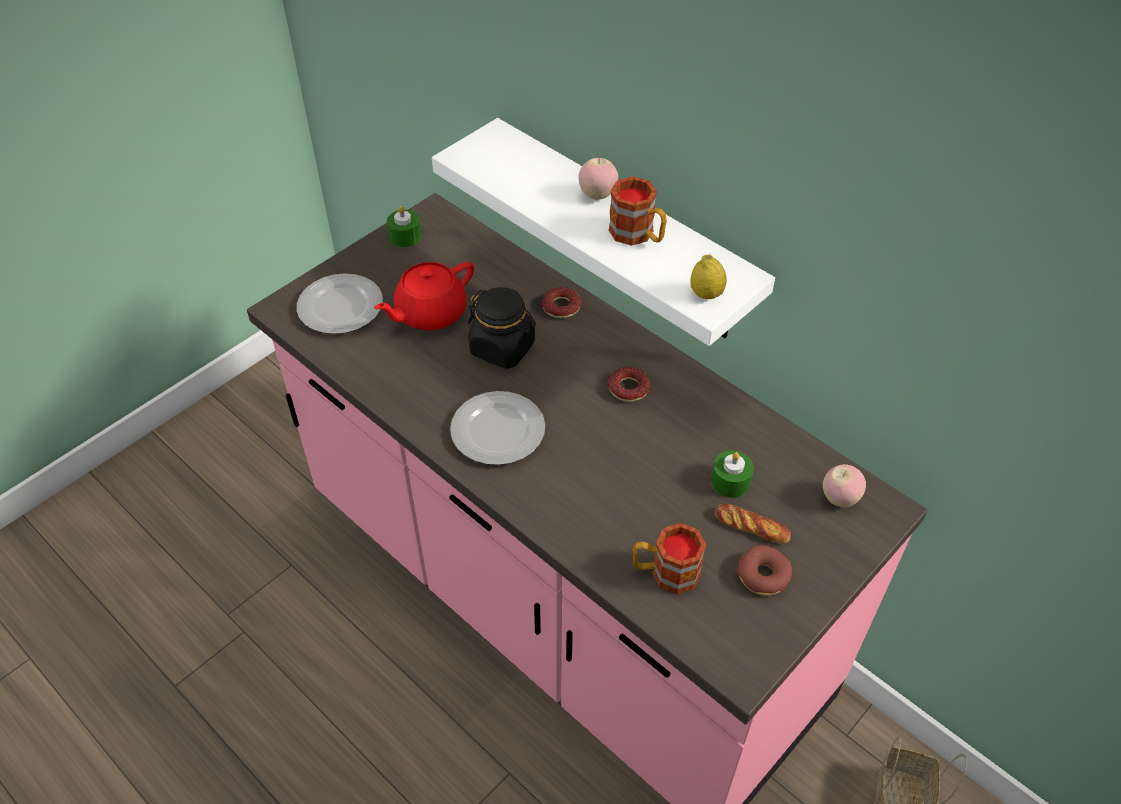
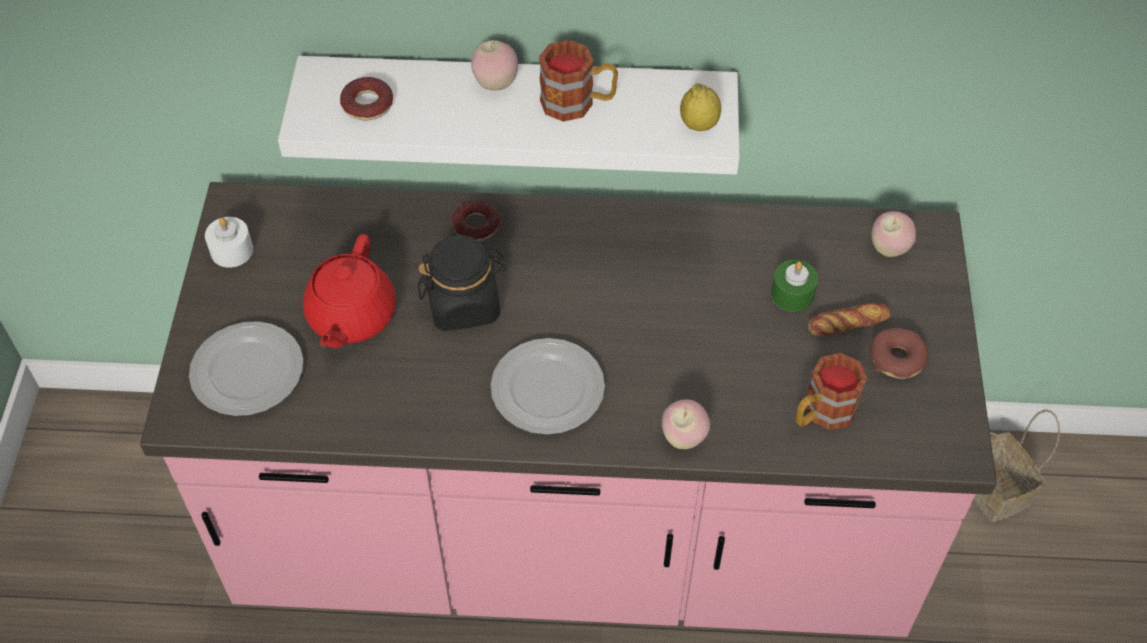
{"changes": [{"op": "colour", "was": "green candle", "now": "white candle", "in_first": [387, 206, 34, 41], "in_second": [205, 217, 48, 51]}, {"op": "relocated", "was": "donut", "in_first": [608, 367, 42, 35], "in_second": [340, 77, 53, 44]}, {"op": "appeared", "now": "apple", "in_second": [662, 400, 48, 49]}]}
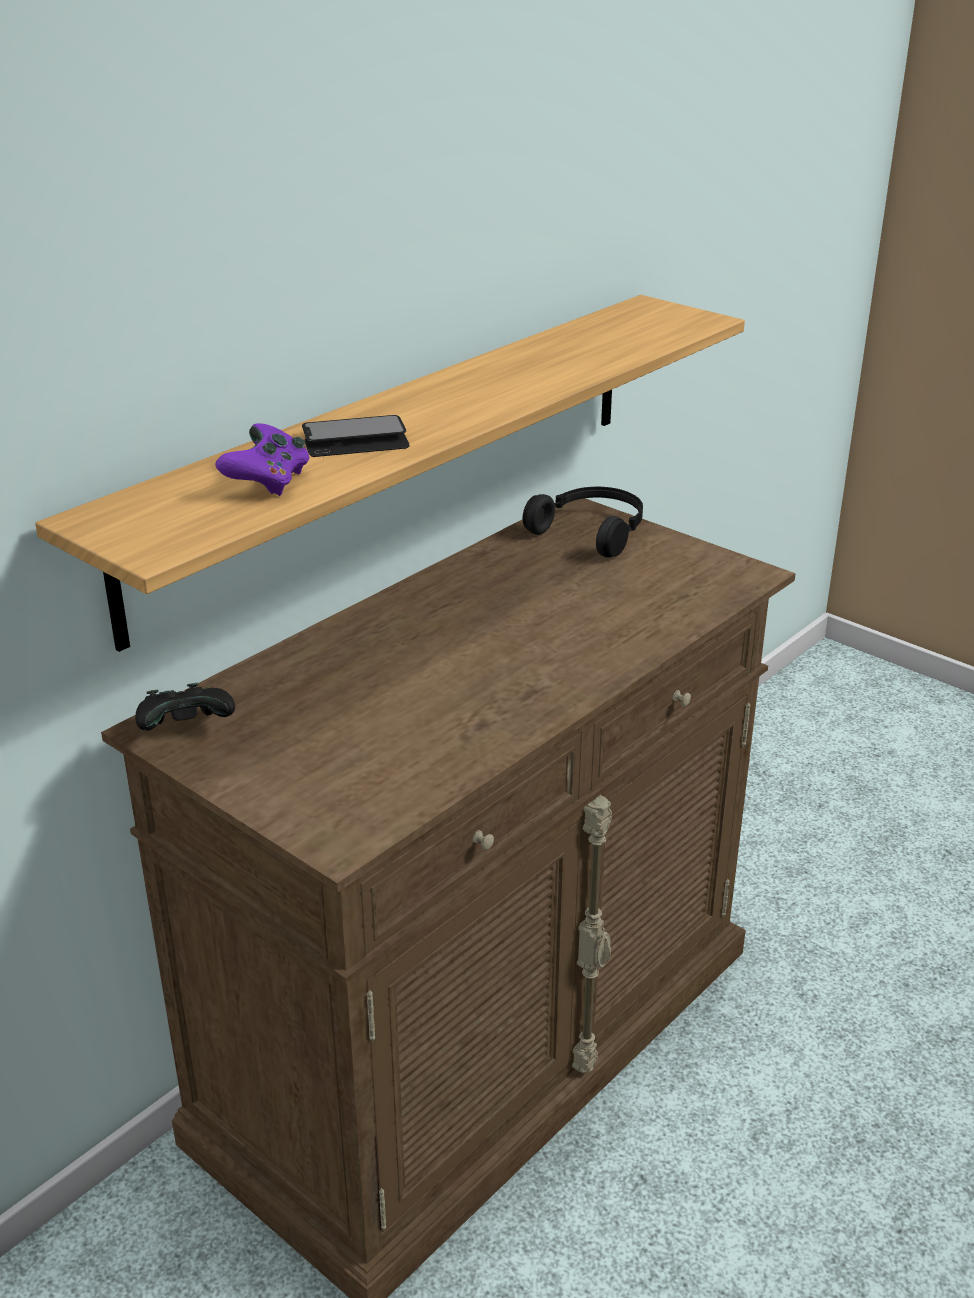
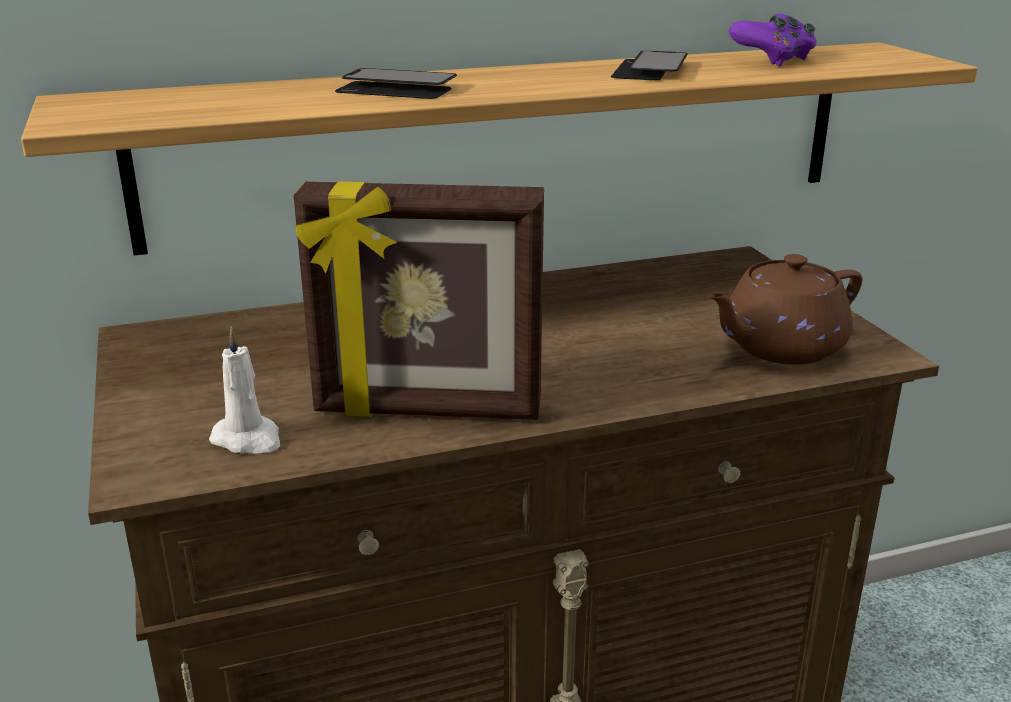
{"changes": [{"op": "relocated", "was": "purple game controller", "in_first": [215, 423, 94, 73], "in_second": [729, 13, 88, 53]}, {"op": "missing", "was": "black headphones", "in_first": [523, 487, 120, 70]}, {"op": "missing", "was": "black game controller", "in_first": [135, 683, 100, 48]}, {"op": "appeared", "now": "phone", "in_second": [611, 51, 77, 29]}, {"op": "appeared", "now": "picture frame", "in_second": [294, 182, 250, 238]}, {"op": "appeared", "now": "brown teapot", "in_second": [707, 254, 155, 111]}, {"op": "appeared", "now": "white candle", "in_second": [209, 326, 71, 128]}]}
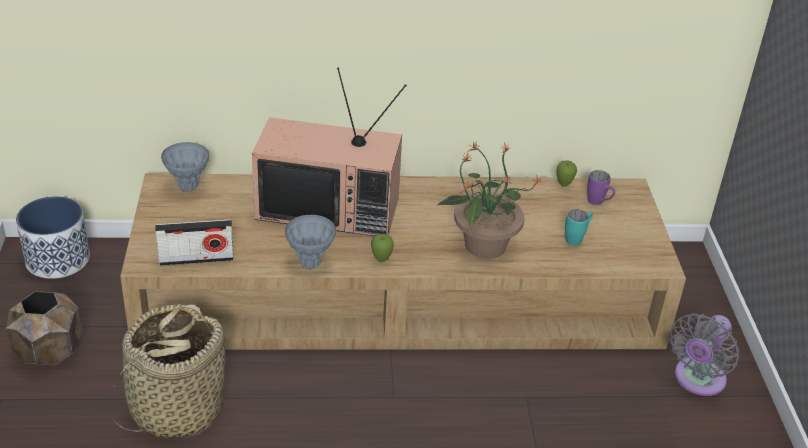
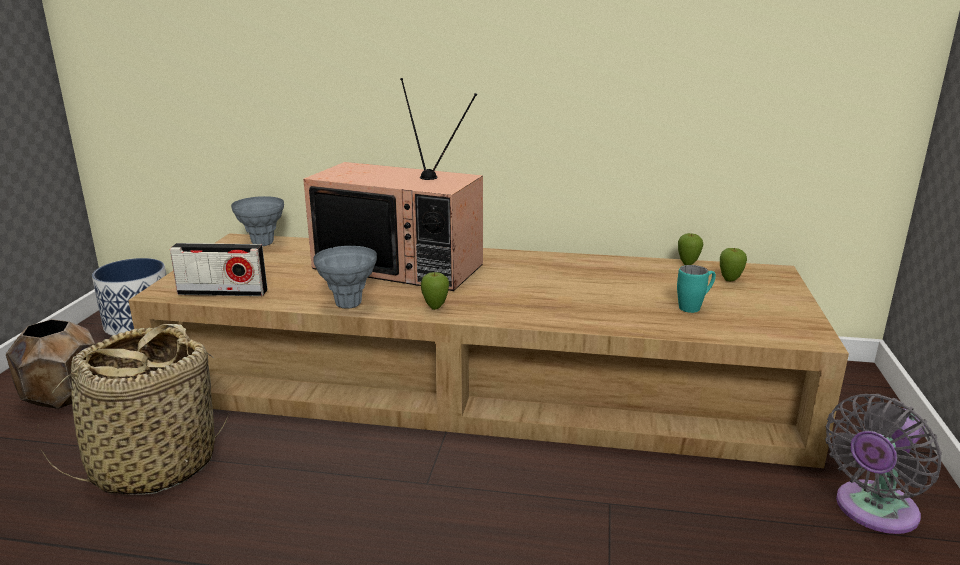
{"changes": [{"op": "missing", "was": "potted plant", "in_first": [438, 142, 106, 117]}, {"op": "exchanged", "was": "purple mug", "now": "apple", "in_first": [587, 170, 28, 35], "in_second": [720, 248, 27, 33]}]}
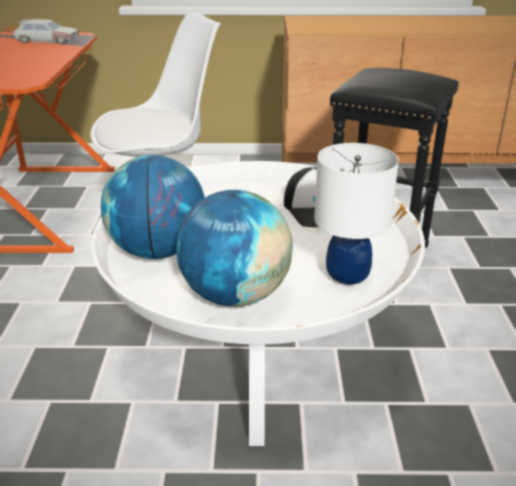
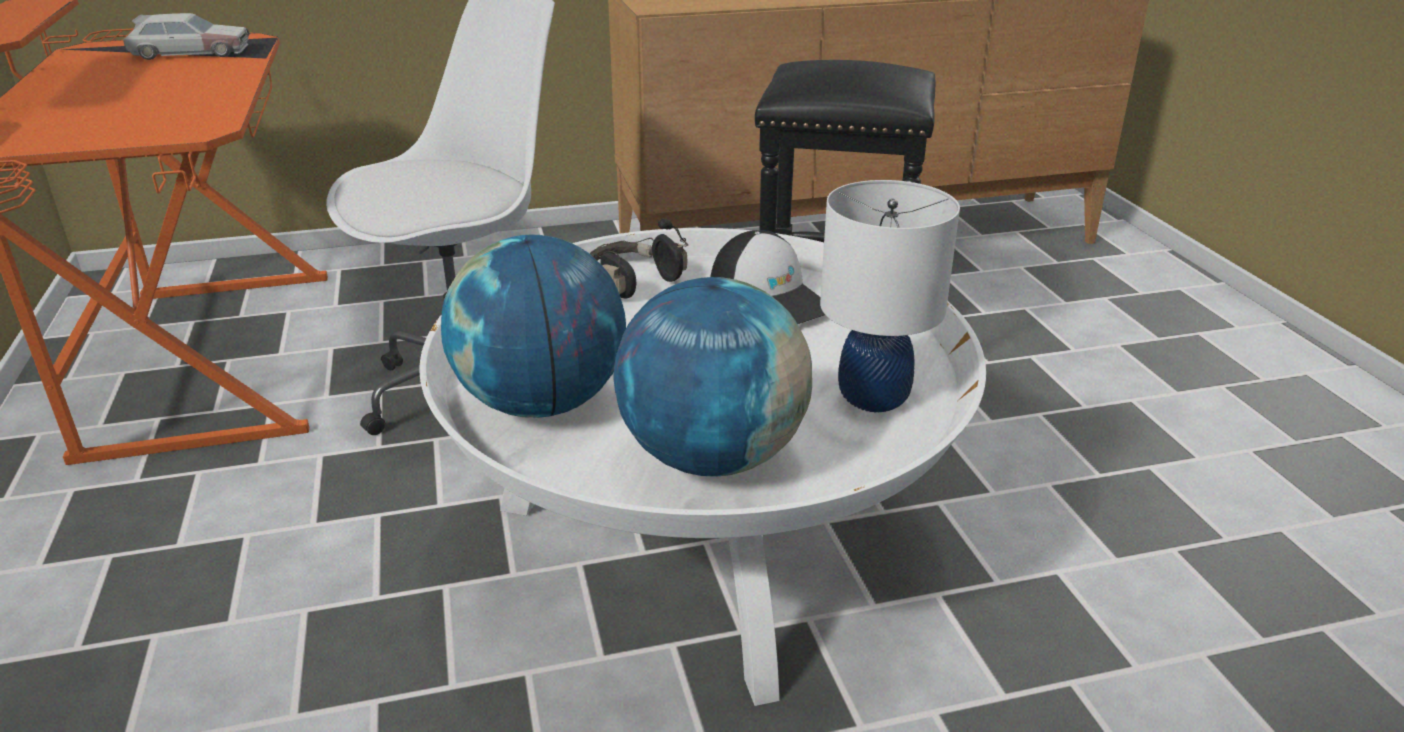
{"changes": [{"op": "appeared", "now": "black headphones", "in_second": [590, 219, 98, 80]}]}
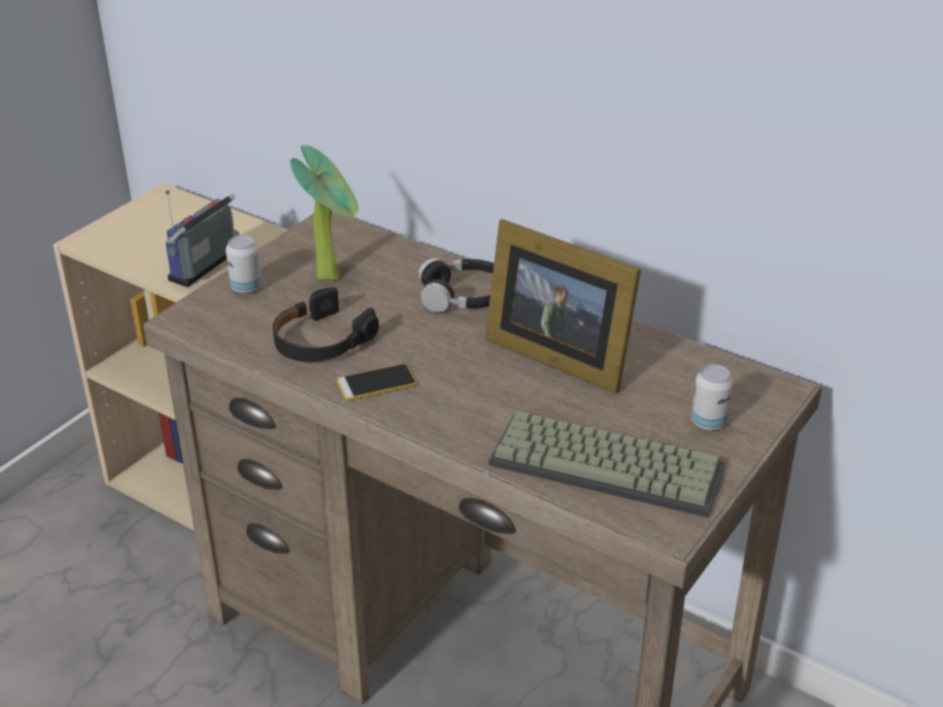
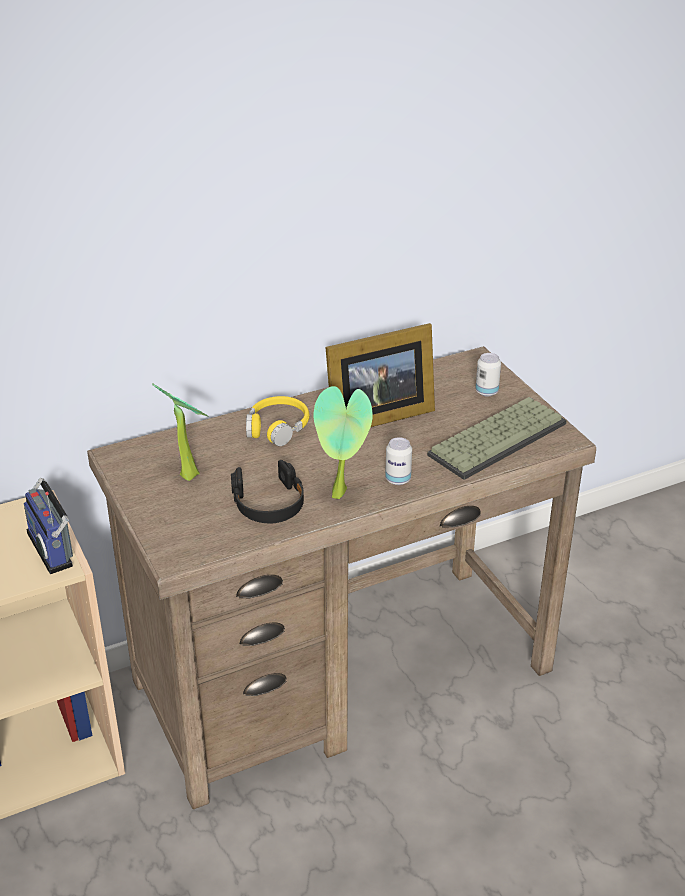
{"changes": [{"op": "relocated", "was": "can", "in_first": [226, 235, 36, 59], "in_second": [385, 437, 27, 48]}, {"op": "colour", "was": "black headphones", "now": "yellow headphones", "in_first": [418, 258, 76, 54], "in_second": [246, 396, 63, 50]}, {"op": "exchanged", "was": "phone", "now": "potted plant", "in_first": [336, 364, 81, 37], "in_second": [313, 386, 60, 113]}]}
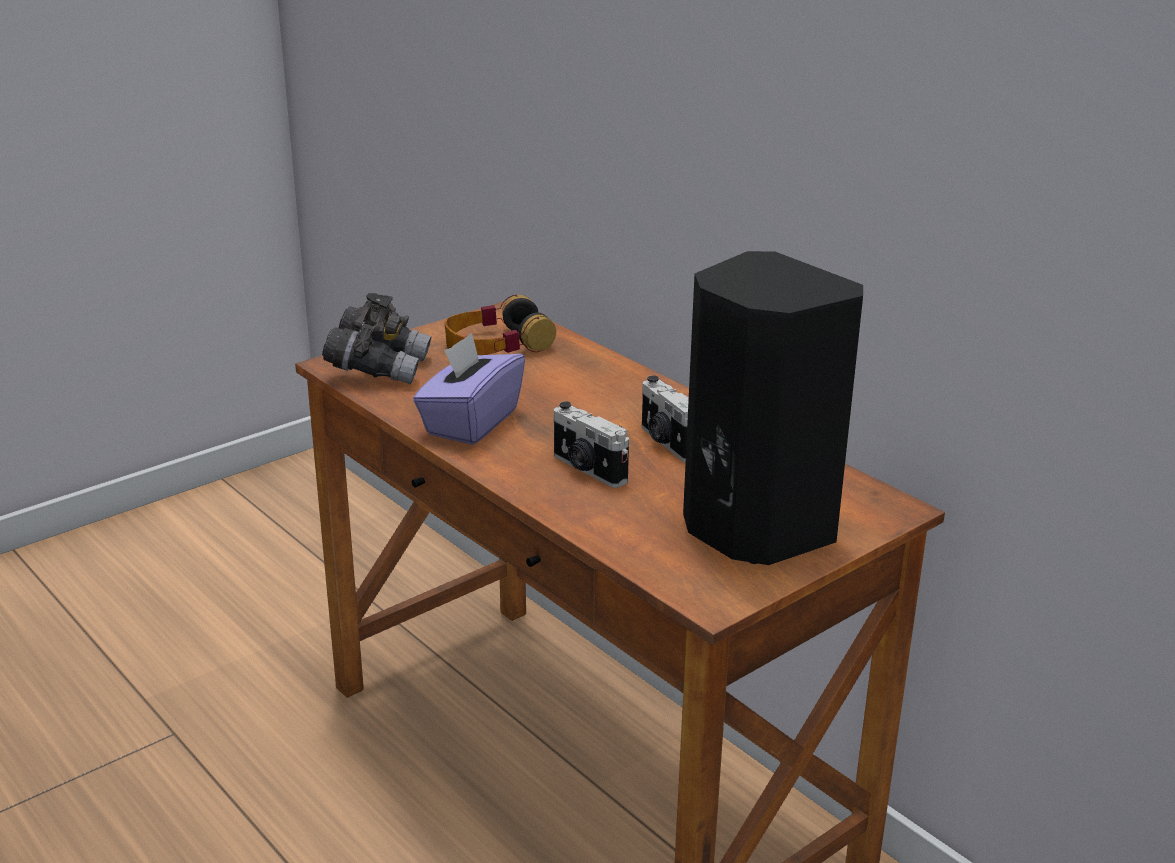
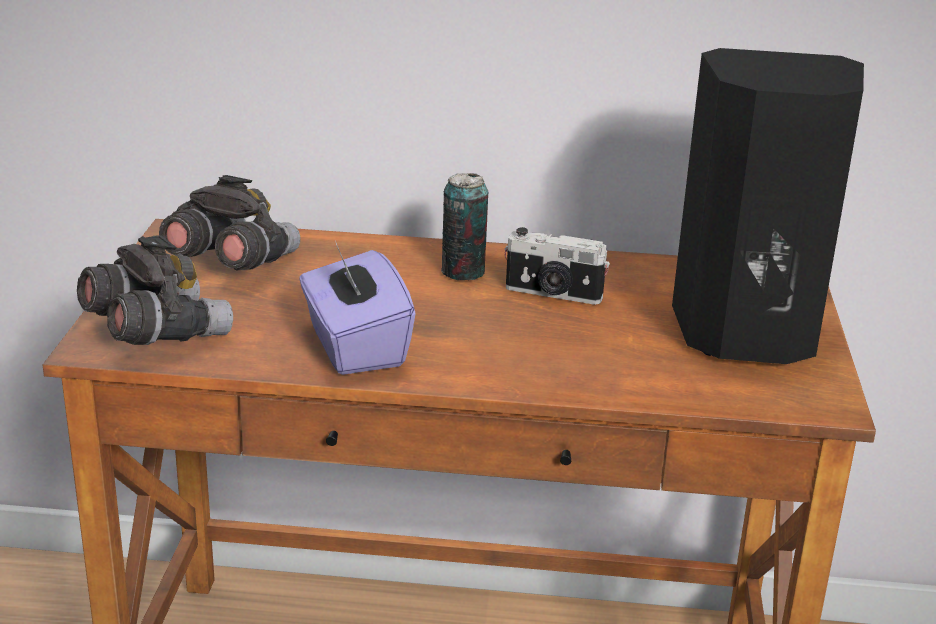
{"changes": [{"op": "exchanged", "was": "headphones", "now": "grey binoculars", "in_first": [445, 295, 111, 60], "in_second": [159, 175, 141, 95]}, {"op": "missing", "was": "photo camera", "in_first": [554, 401, 75, 87]}, {"op": "appeared", "now": "can", "in_second": [441, 173, 48, 107]}]}
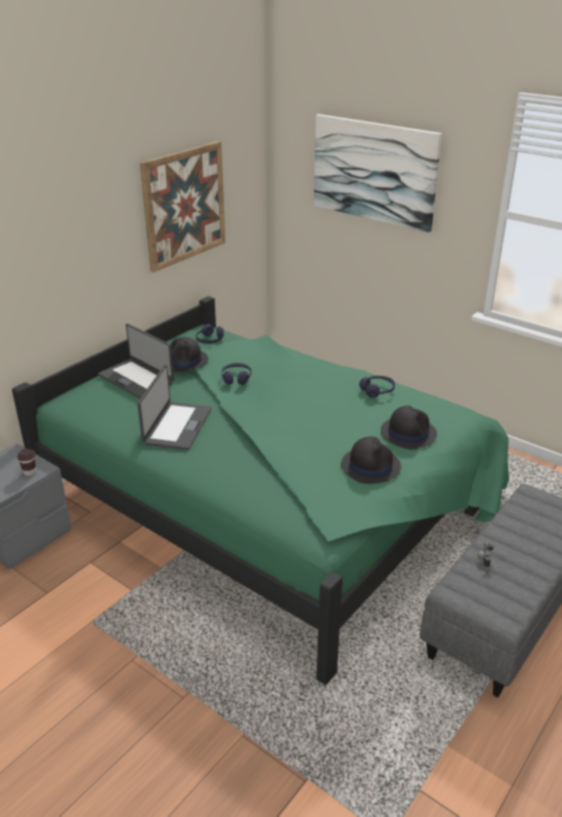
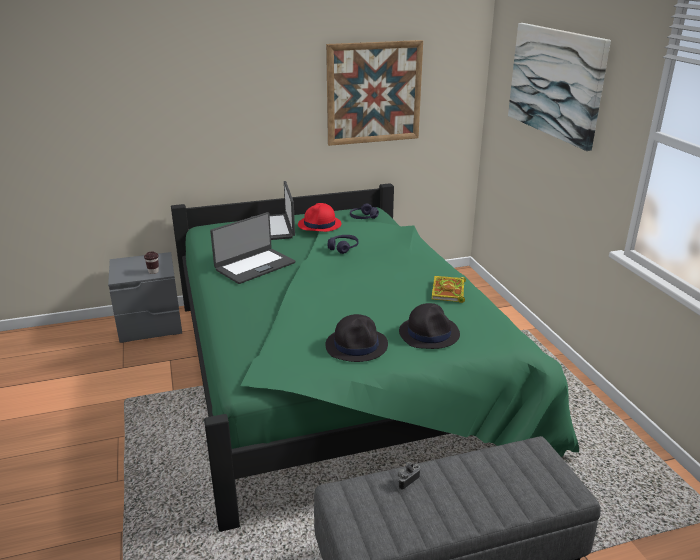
{"changes": [{"op": "colour", "was": "black hat", "now": "red hat", "in_first": [171, 337, 37, 34], "in_second": [298, 203, 44, 29]}, {"op": "exchanged", "was": "purple headphones", "now": "book", "in_first": [359, 376, 36, 22], "in_second": [432, 276, 34, 27]}]}
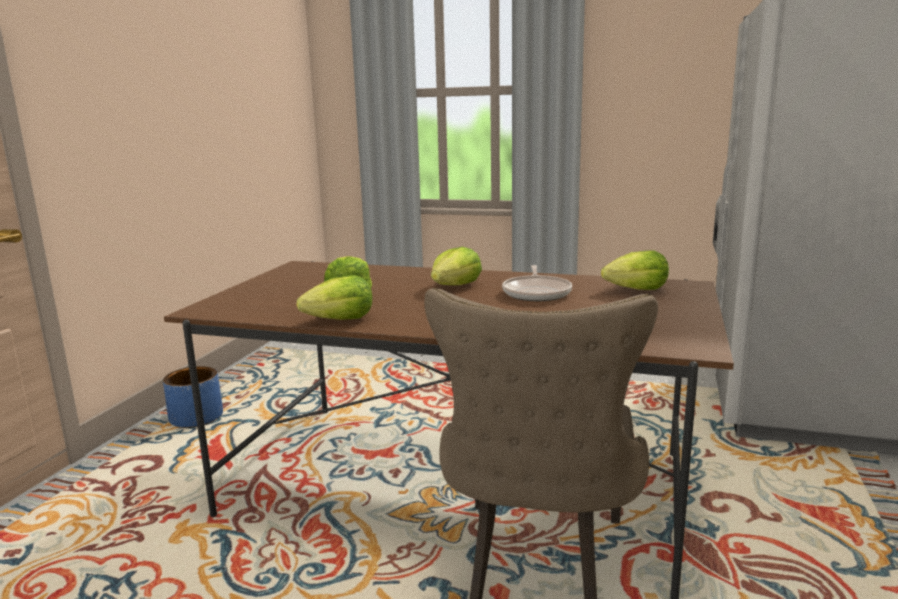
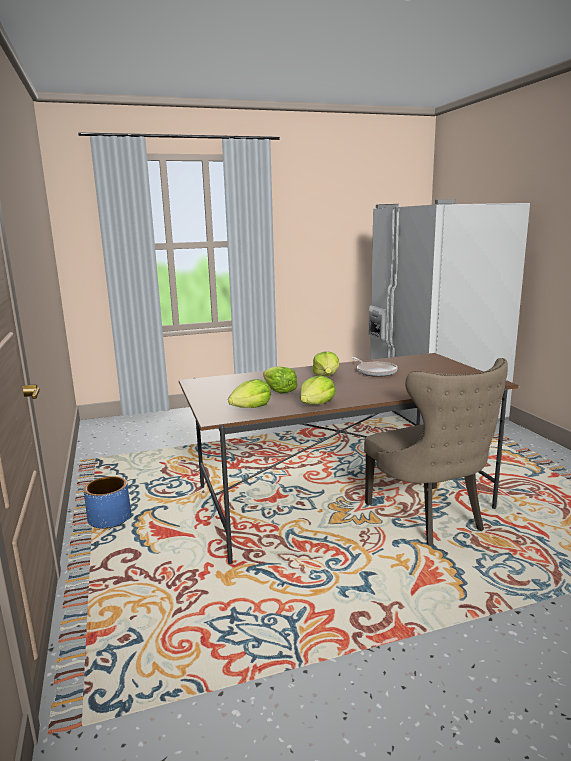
{"changes": [{"op": "relocated", "was": "lettuce", "in_first": [601, 250, 68, 40], "in_second": [228, 379, 43, 29]}]}
